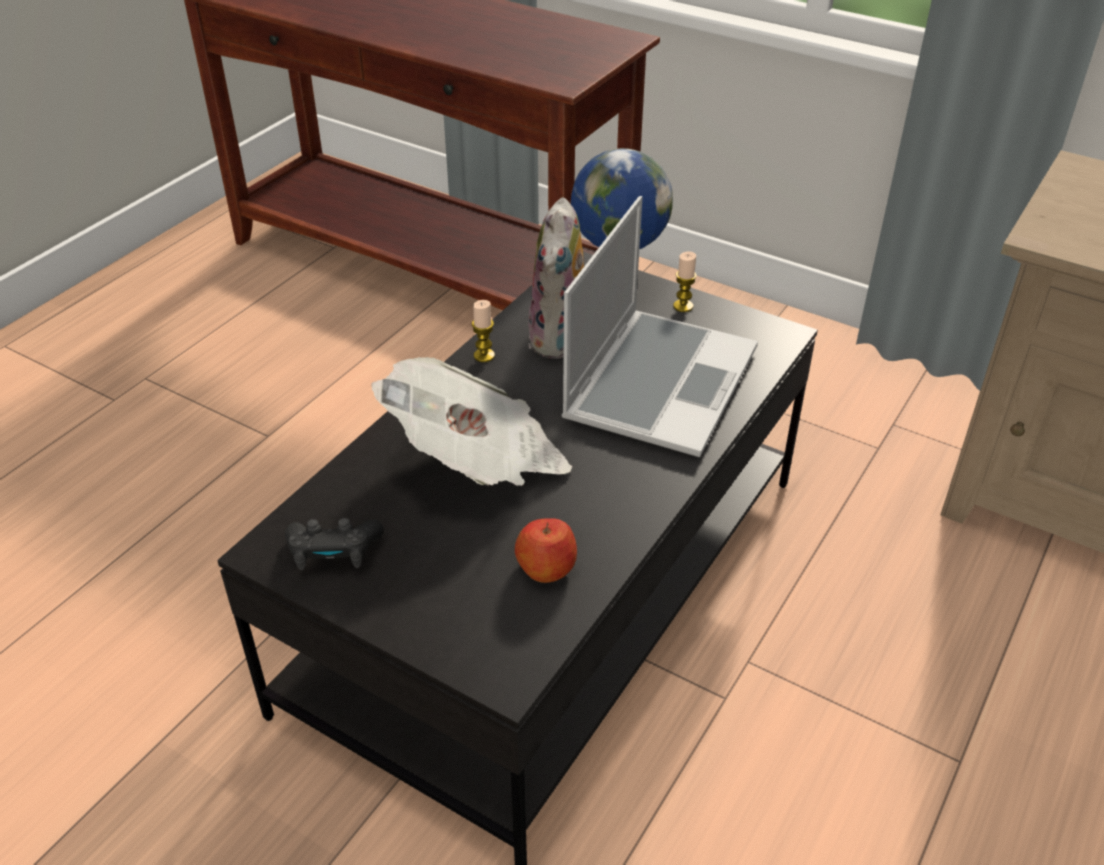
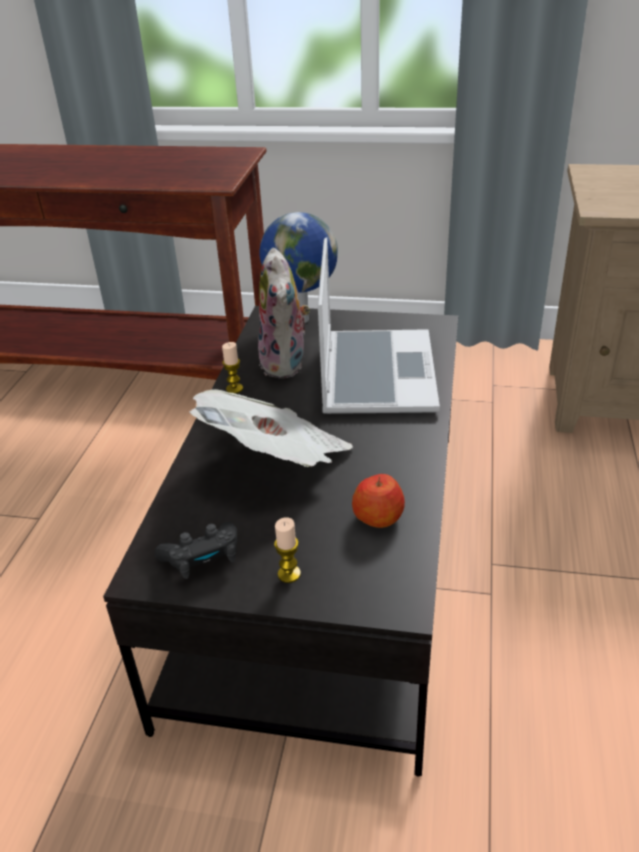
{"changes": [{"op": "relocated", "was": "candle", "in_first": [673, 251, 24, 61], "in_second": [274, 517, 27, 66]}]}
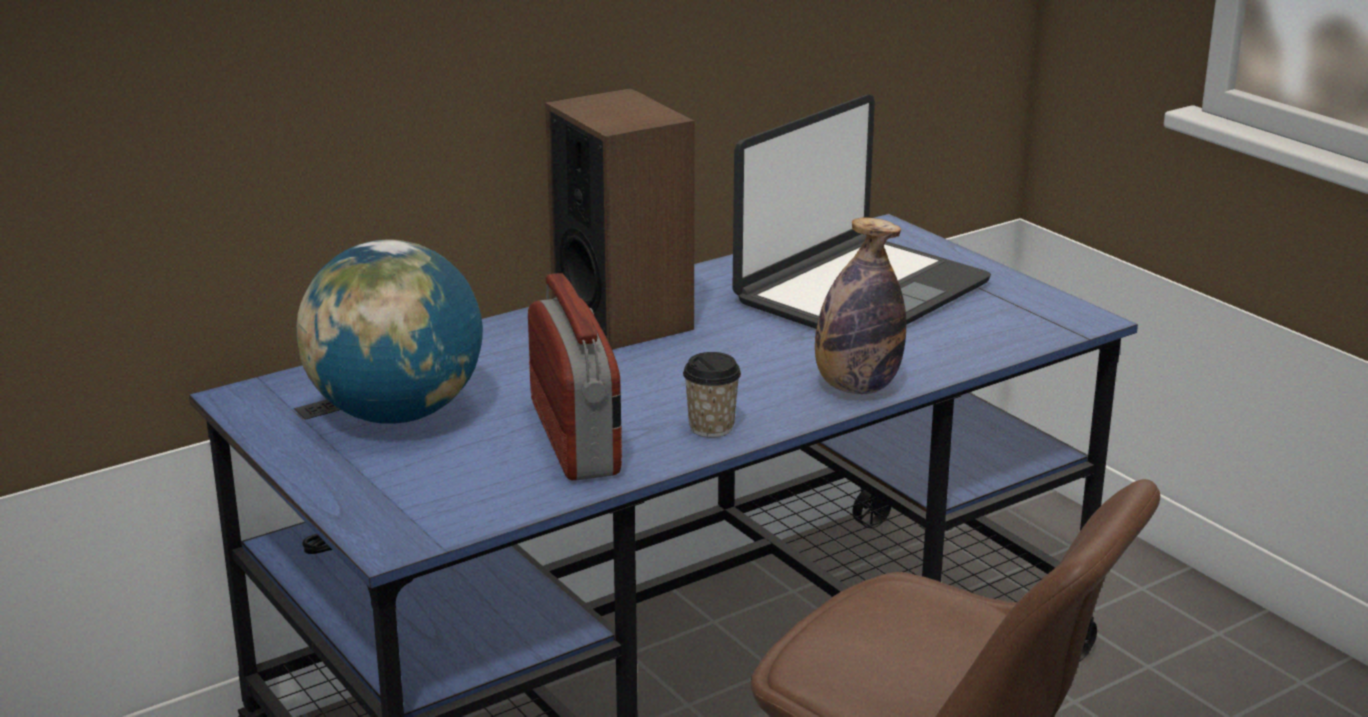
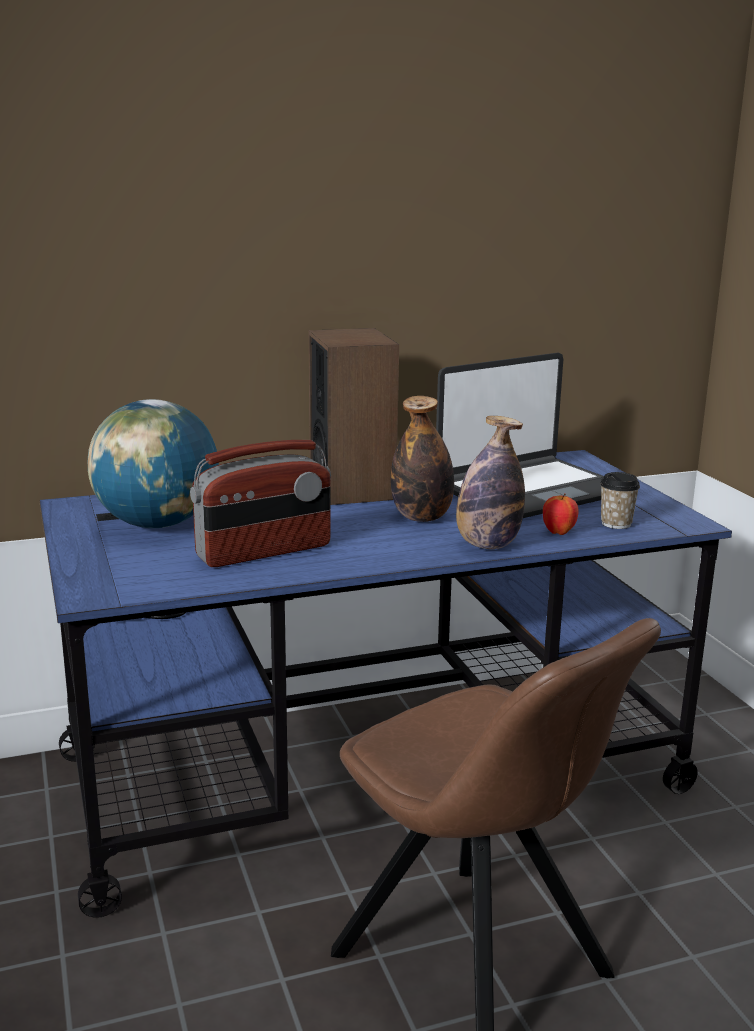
{"changes": [{"op": "spun", "was": "radio", "in_first": [528, 273, 94, 208], "in_second": [190, 440, 141, 127], "clockwise": 60}, {"op": "relocated", "was": "cup", "in_first": [683, 352, 58, 85], "in_second": [600, 472, 40, 57]}, {"op": "appeared", "now": "bottle", "in_second": [391, 396, 63, 126]}, {"op": "appeared", "now": "apple", "in_second": [543, 493, 36, 42]}]}
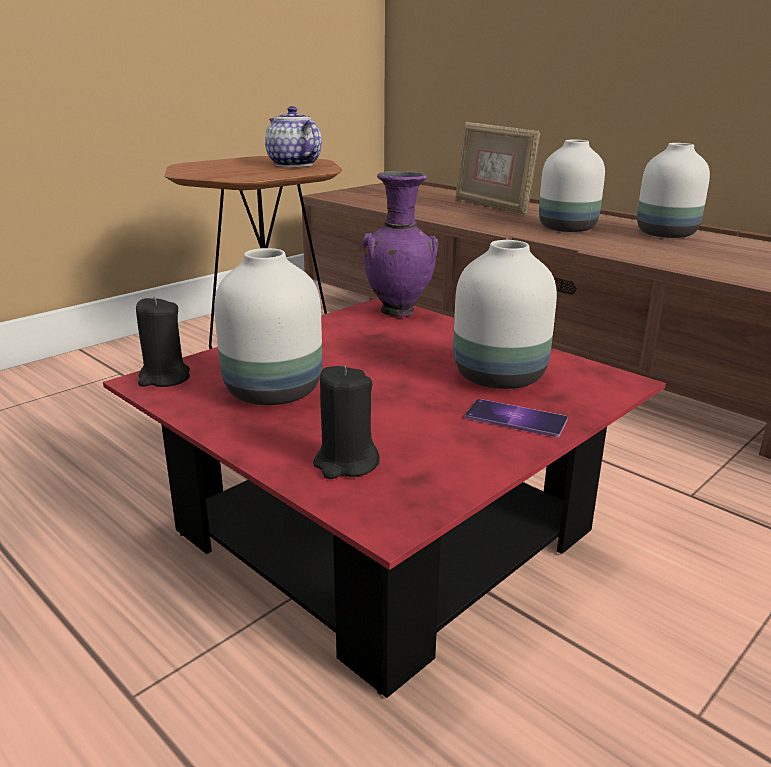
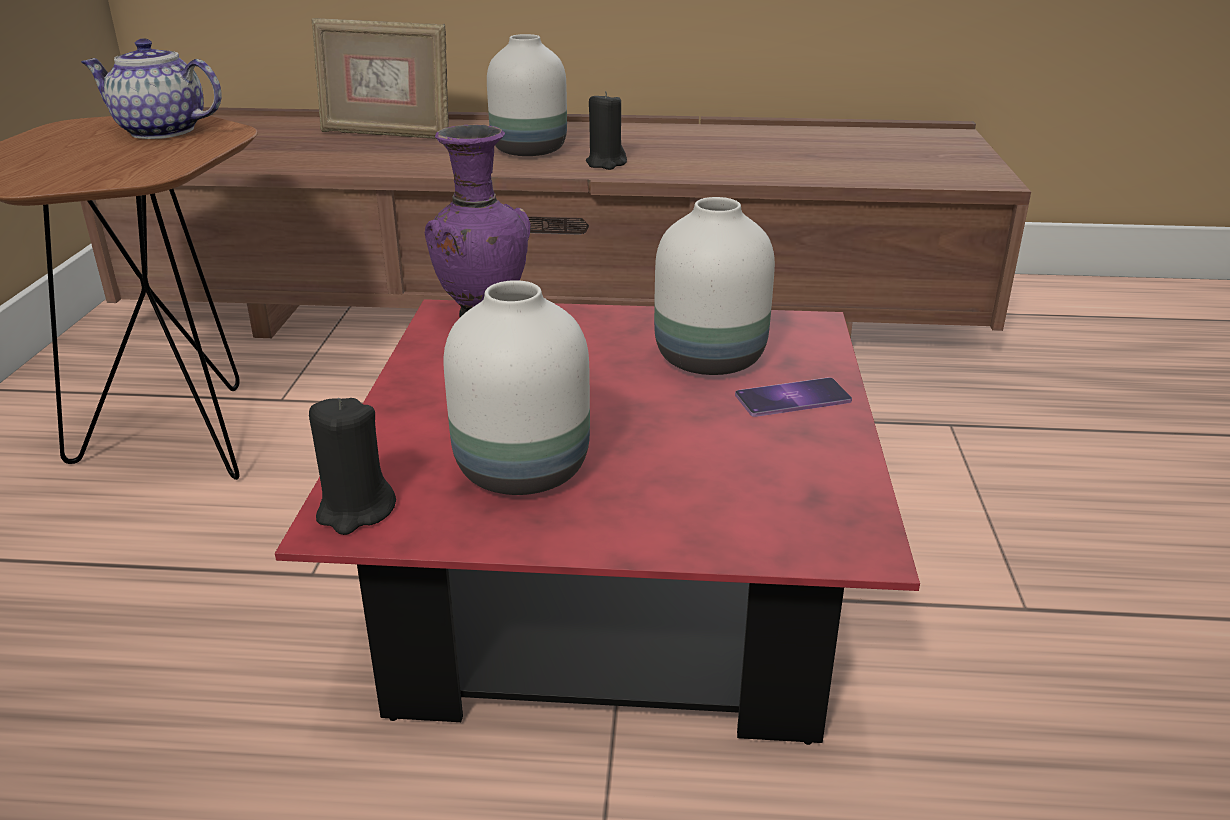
{"changes": [{"op": "missing", "was": "white vase", "in_first": [637, 143, 73, 95]}, {"op": "relocated", "was": "black candle", "in_first": [313, 365, 67, 114], "in_second": [586, 91, 41, 79]}]}
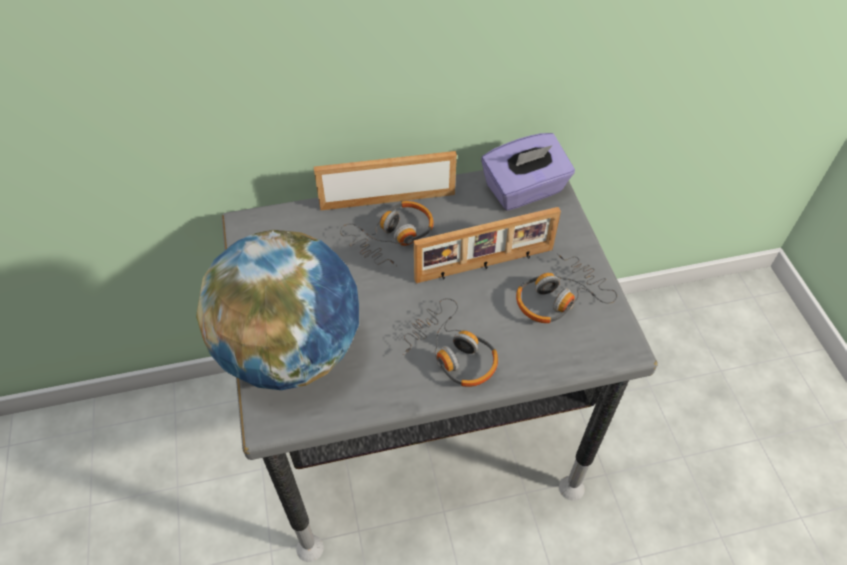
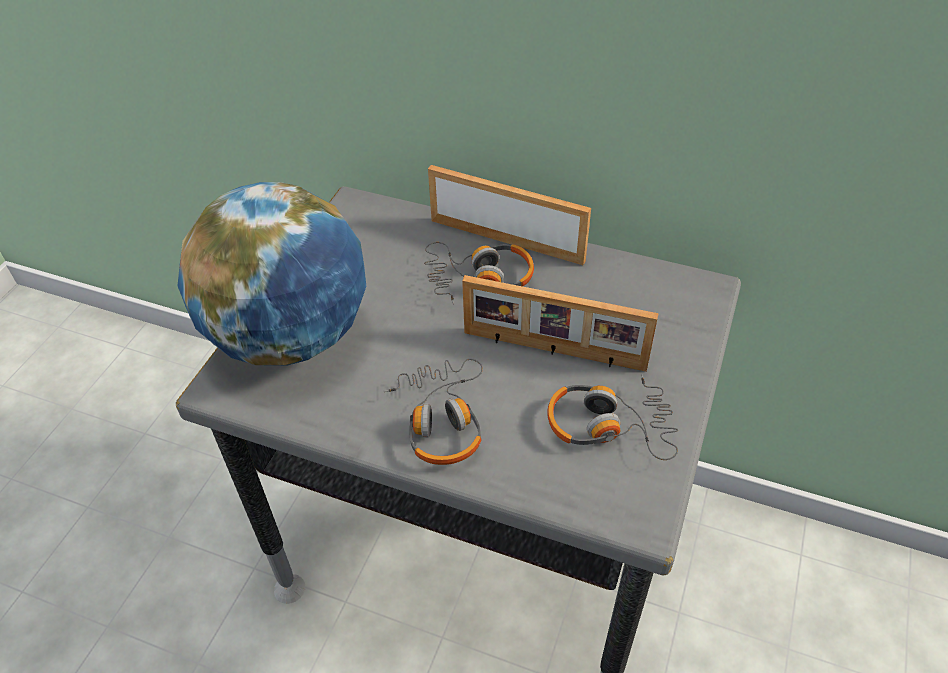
{"changes": [{"op": "missing", "was": "purple tissue box", "in_first": [481, 133, 94, 78]}]}
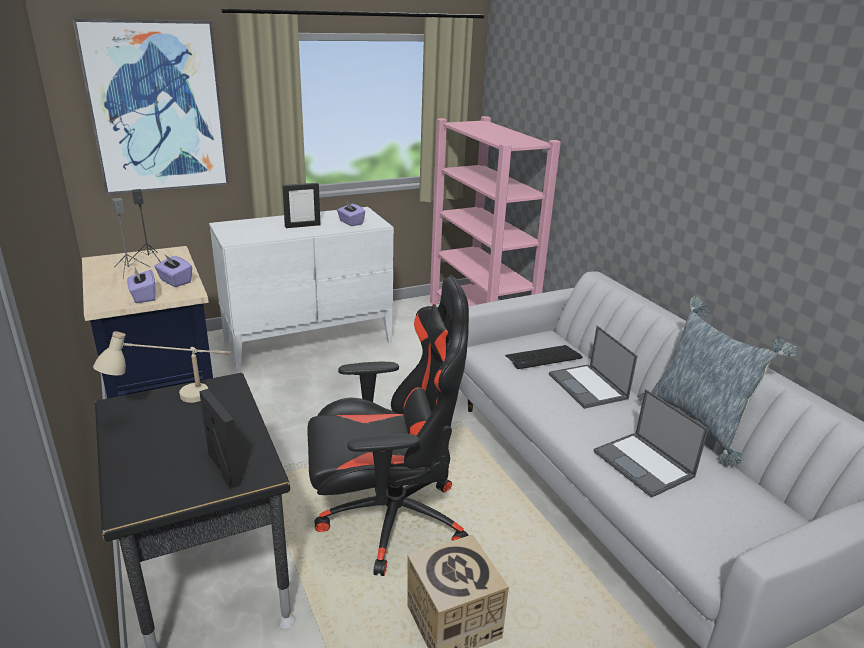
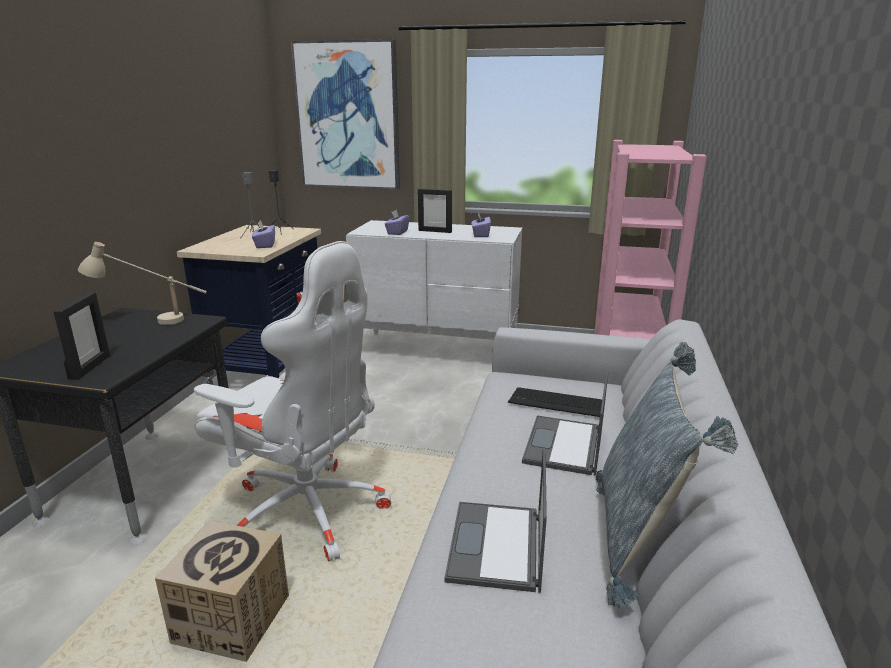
{"changes": [{"op": "relocated", "was": "purple tissue box", "in_first": [127, 268, 29, 35], "in_second": [385, 210, 24, 25]}, {"op": "colour", "was": "black office chair", "now": "white office chair", "in_first": [307, 275, 162, 301], "in_second": [194, 241, 197, 321]}]}
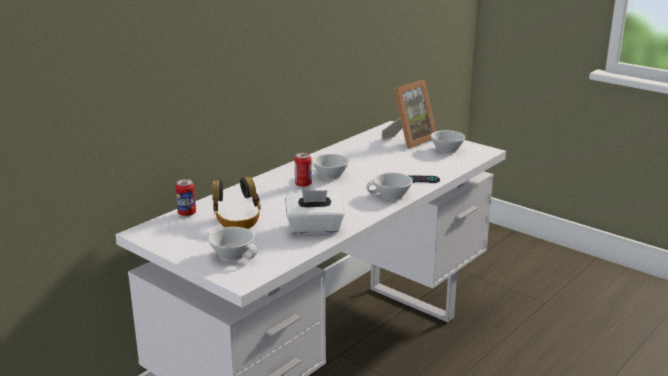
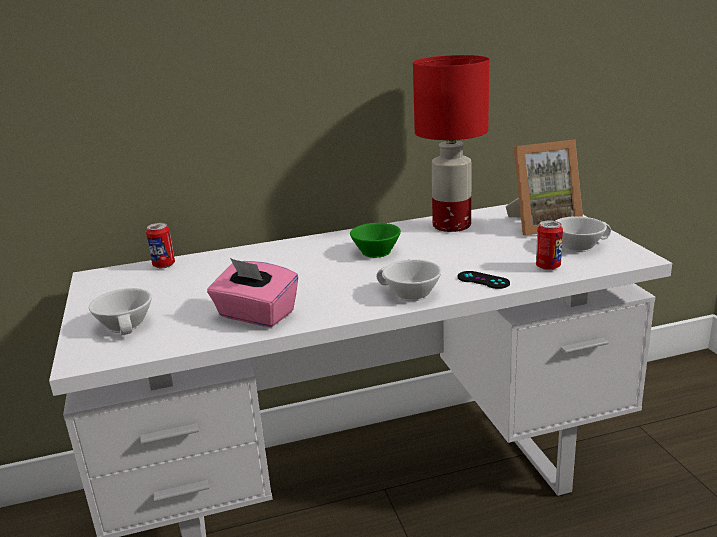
{"changes": [{"op": "relocated", "was": "can", "in_first": [295, 153, 17, 34], "in_second": [536, 220, 27, 50]}, {"op": "colour", "was": "white cup", "now": "green cup", "in_first": [312, 154, 37, 26], "in_second": [350, 223, 51, 35]}, {"op": "missing", "was": "headphones", "in_first": [212, 177, 49, 52]}, {"op": "colour", "was": "white tissue box", "now": "pink tissue box", "in_first": [285, 190, 60, 44], "in_second": [207, 258, 91, 69]}, {"op": "appeared", "now": "red table lamp", "in_second": [413, 55, 76, 177]}]}
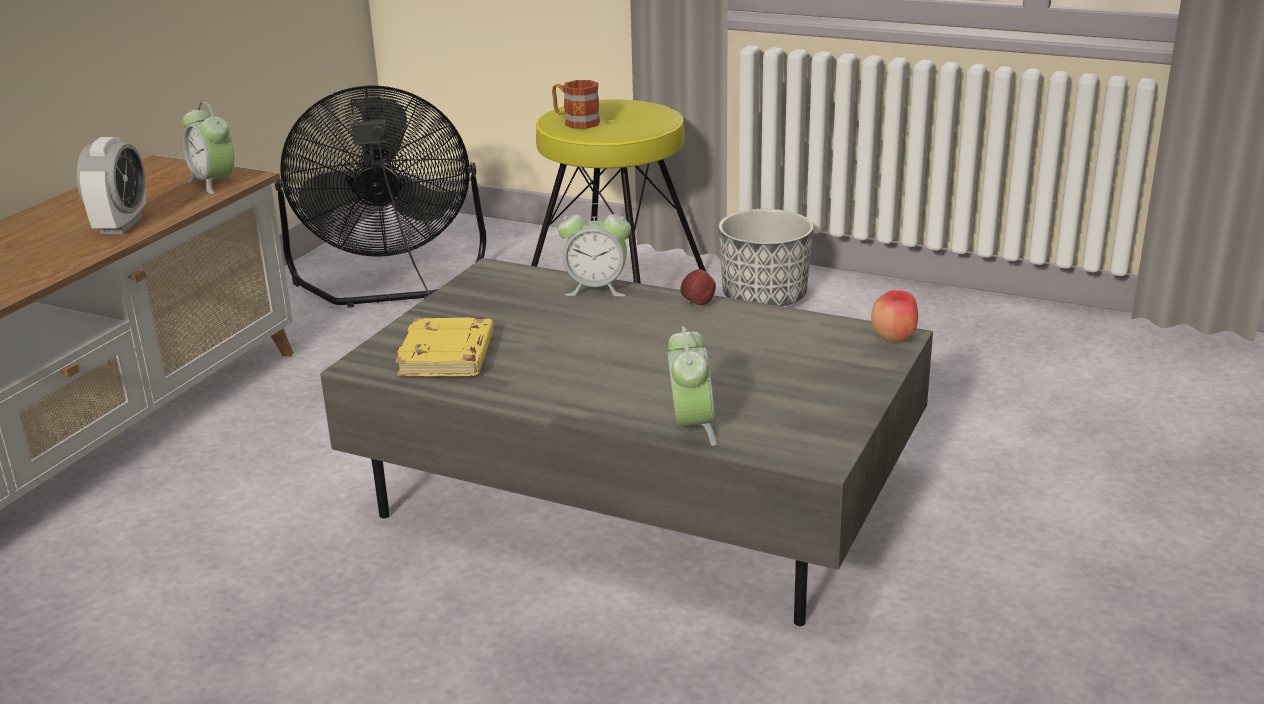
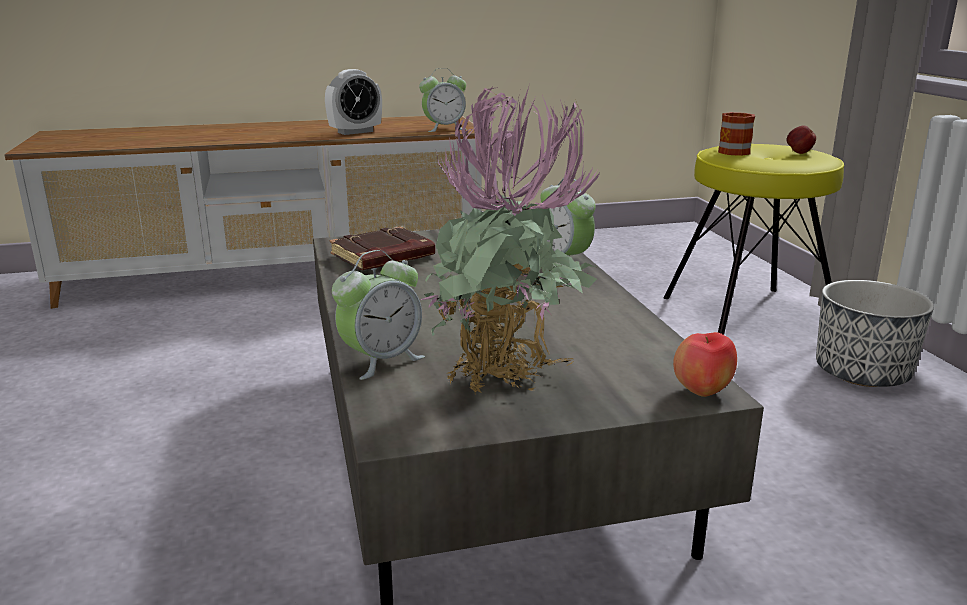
{"changes": [{"op": "missing", "was": "black fan", "in_first": [275, 86, 211, 222]}, {"op": "spun", "was": "alarm clock", "in_first": [183, 102, 52, 92], "in_second": [419, 68, 47, 64], "clockwise": -120}, {"op": "relocated", "was": "apple", "in_first": [681, 269, 35, 36], "in_second": [787, 125, 29, 29]}, {"op": "colour", "was": "yellow book", "now": "brown book", "in_first": [395, 318, 98, 59], "in_second": [329, 226, 106, 44]}, {"op": "appeared", "now": "potted plant", "in_second": [421, 84, 179, 309]}]}
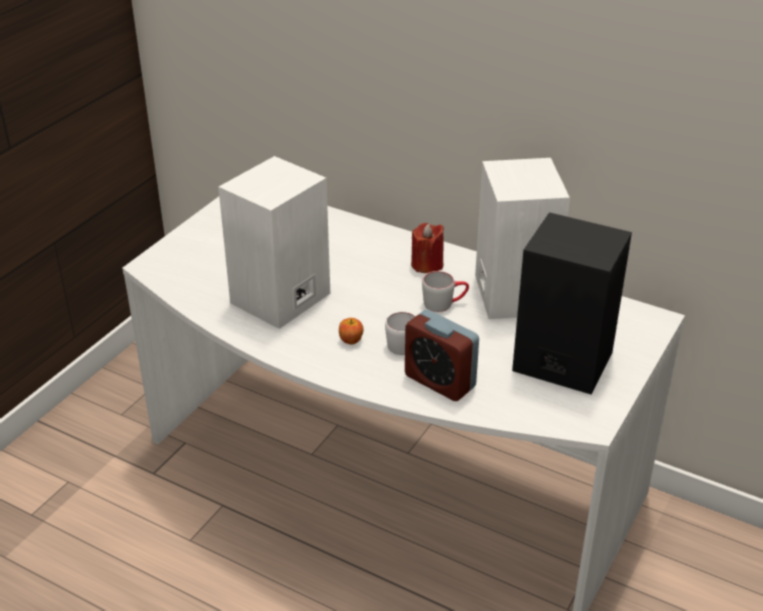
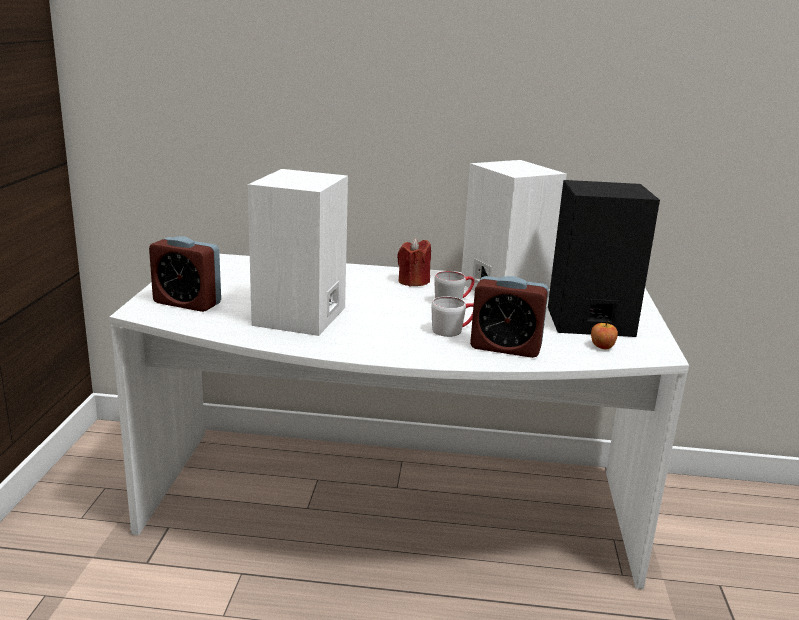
{"changes": [{"op": "relocated", "was": "apple", "in_first": [339, 318, 25, 26], "in_second": [591, 321, 27, 28]}, {"op": "appeared", "now": "alarm clock", "in_second": [149, 236, 72, 76]}]}
